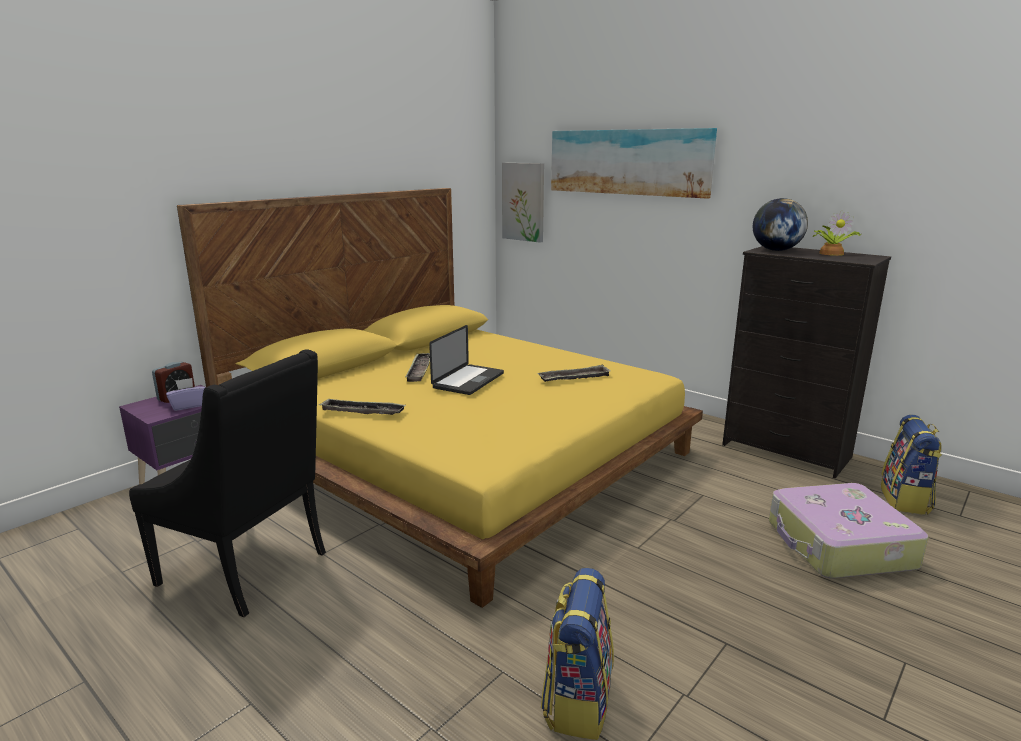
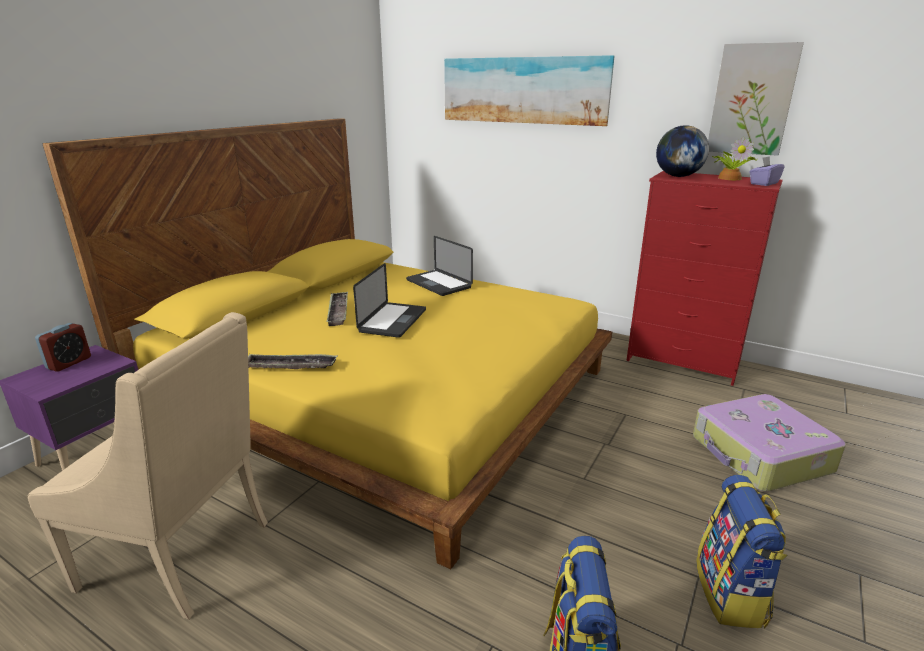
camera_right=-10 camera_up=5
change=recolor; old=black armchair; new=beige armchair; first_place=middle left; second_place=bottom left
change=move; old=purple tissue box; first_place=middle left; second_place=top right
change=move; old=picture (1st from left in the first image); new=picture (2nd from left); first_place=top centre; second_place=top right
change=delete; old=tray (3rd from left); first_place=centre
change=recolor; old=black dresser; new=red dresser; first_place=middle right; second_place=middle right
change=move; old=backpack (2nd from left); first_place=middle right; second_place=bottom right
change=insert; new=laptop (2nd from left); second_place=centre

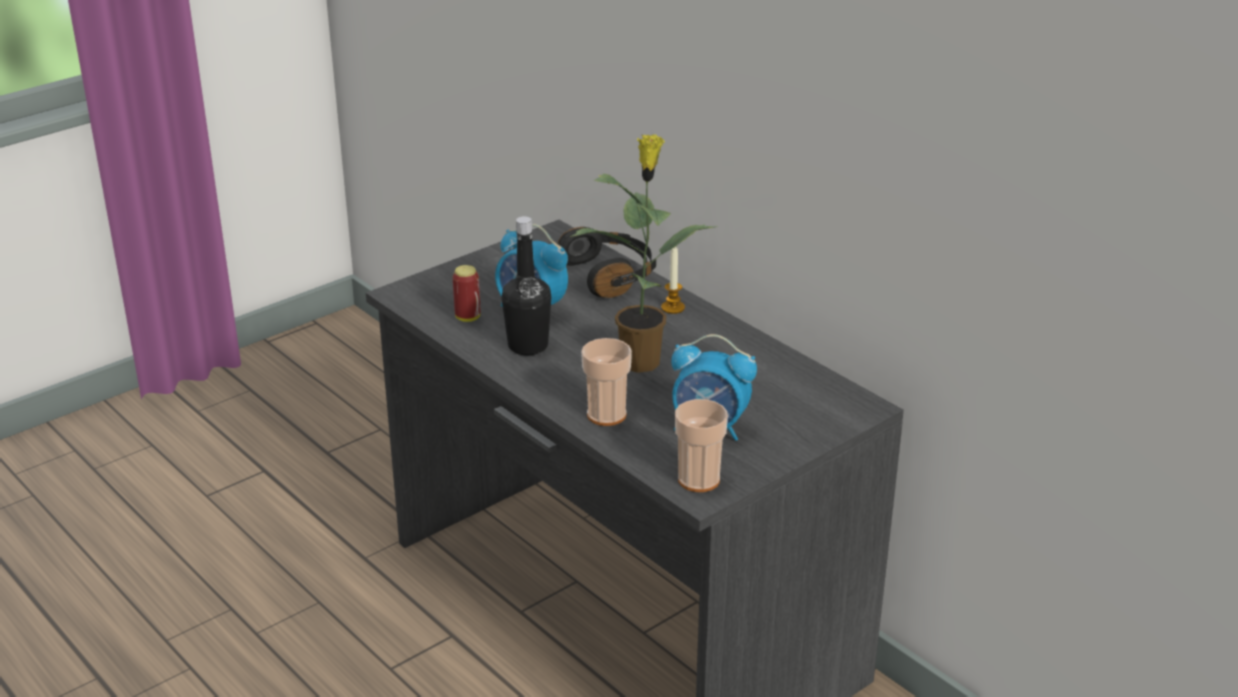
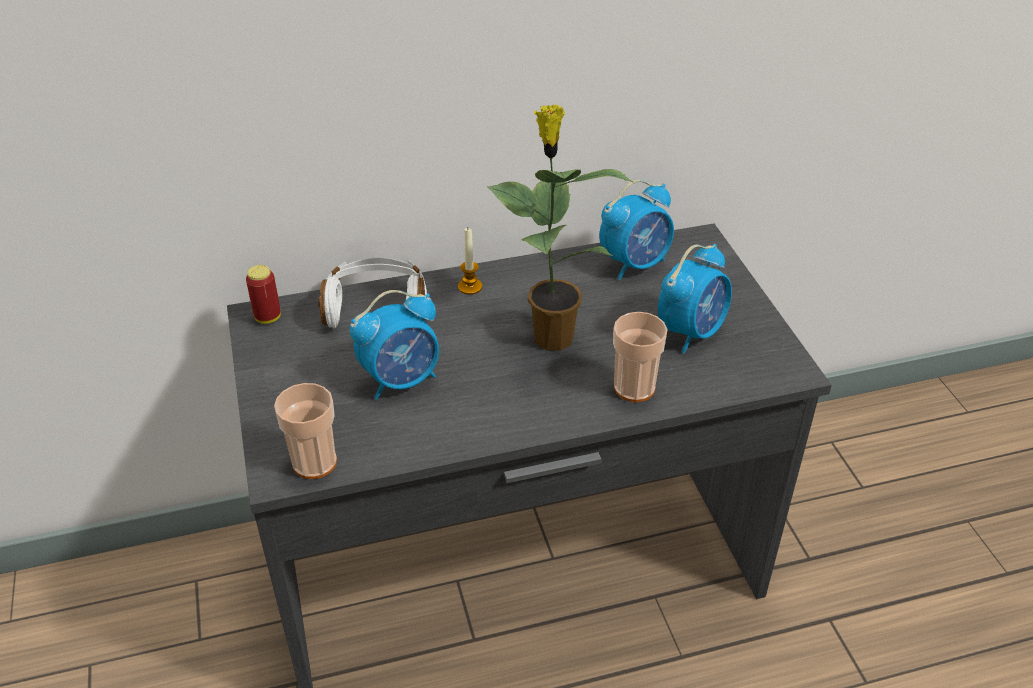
camera_right=-65 camera_up=10
change=move; old=can; first_place=centre; second_place=middle left
change=delete; old=black bottle; first_place=centre
change=recolor; old=black headphones; new=white headphones; first_place=centre; second_place=centre
change=move; old=cup (2nd from left in the first image); new=cup (1st from left); first_place=centre; second_place=middle left
change=insert; new=alarm clock (2nd from left); second_place=centre

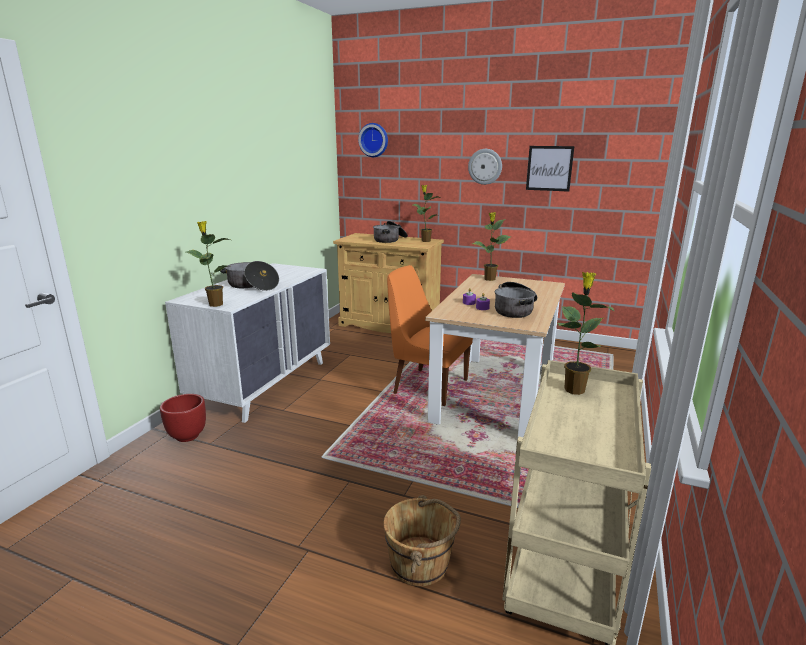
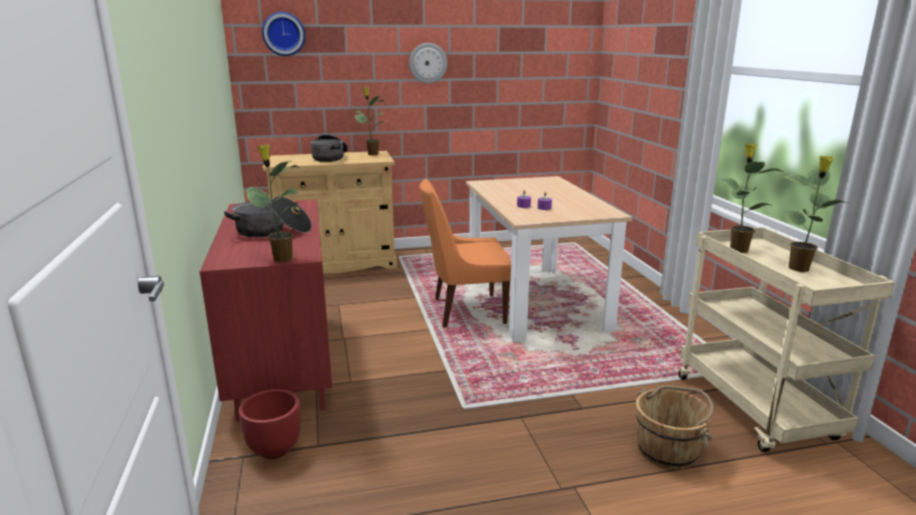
camera_right=-35 camera_up=0
change=recolor; old=white dresser; new=red dresser; first_place=middle left; second_place=middle left
change=move; old=potted plant (3rd from left in the first image); new=potted plant (4th from left); first_place=centre; second_place=middle right
change=delete; old=cooking pot (3rd from left); first_place=centre
change=delete; old=picture; first_place=top right

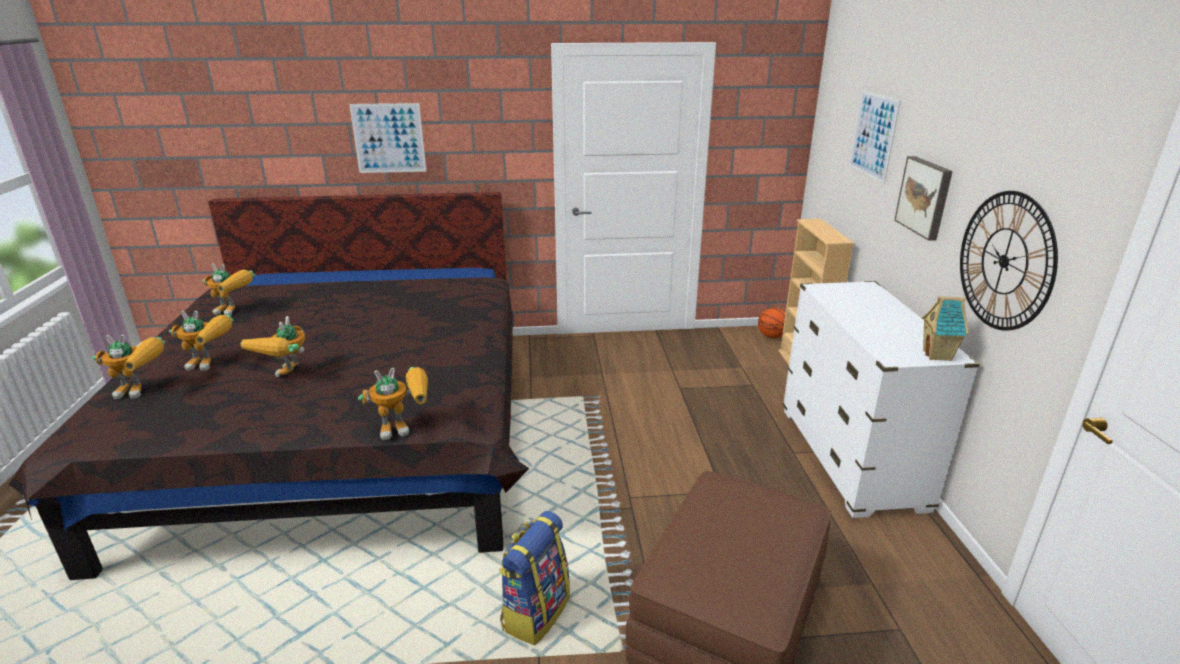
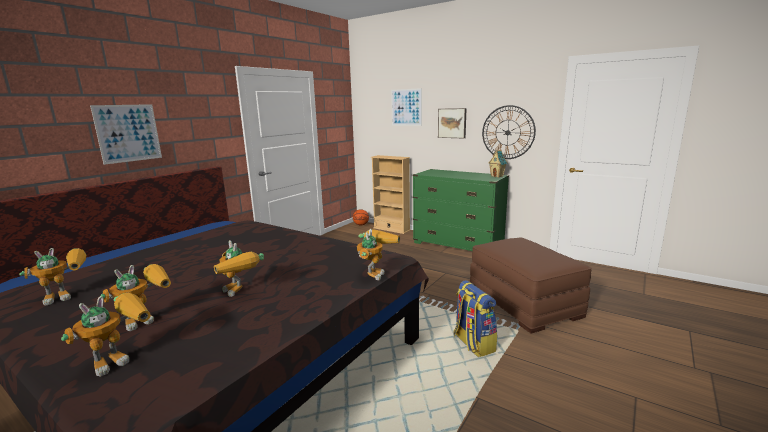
camera_right=-50 camera_up=-10
change=recolor; old=white dresser; new=green dresser; first_place=middle right; second_place=centre

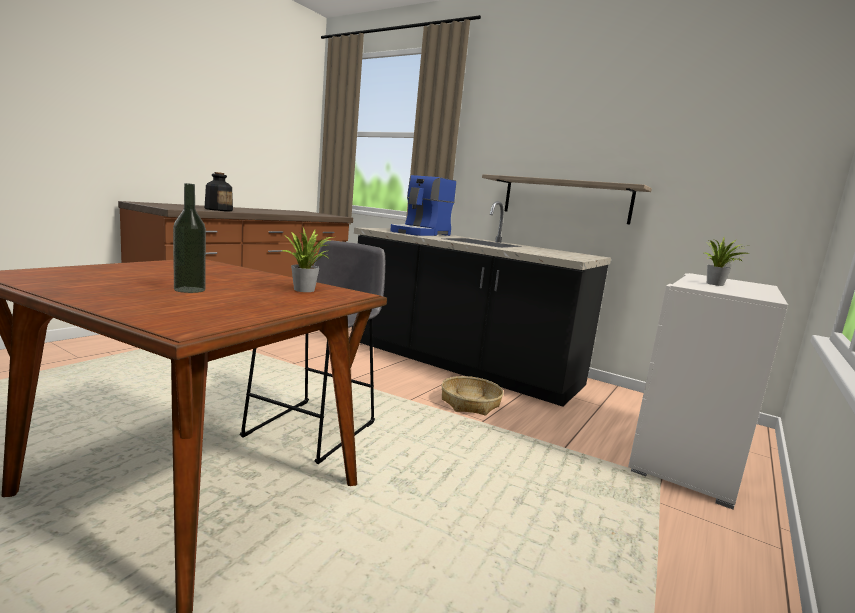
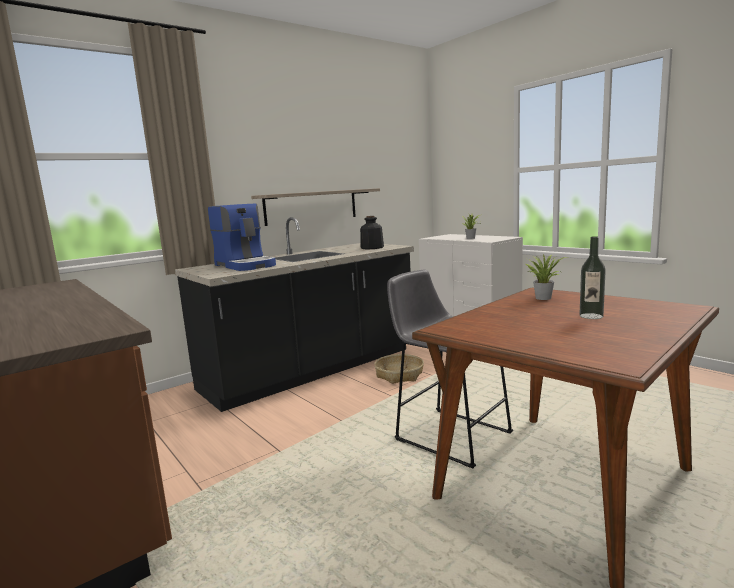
camera_right=-70 camera_up=0
change=move; old=bottle (2nd from left in the first image); new=bottle (1st from left); first_place=top left; second_place=centre

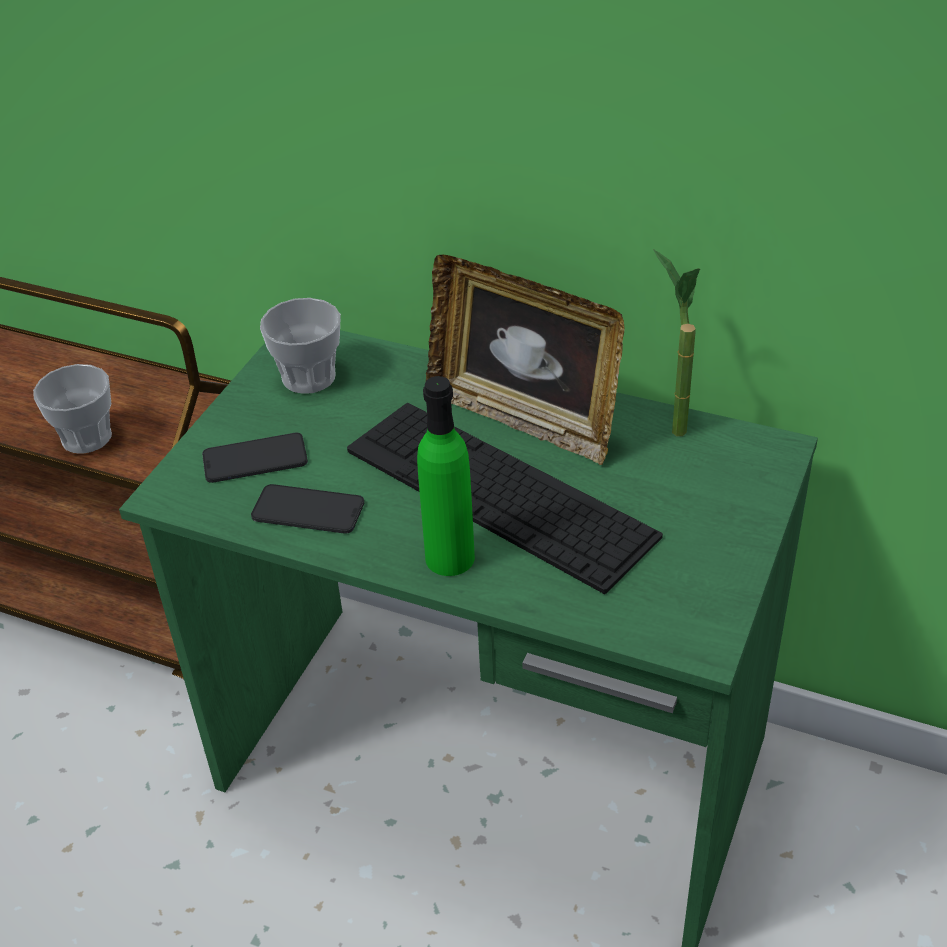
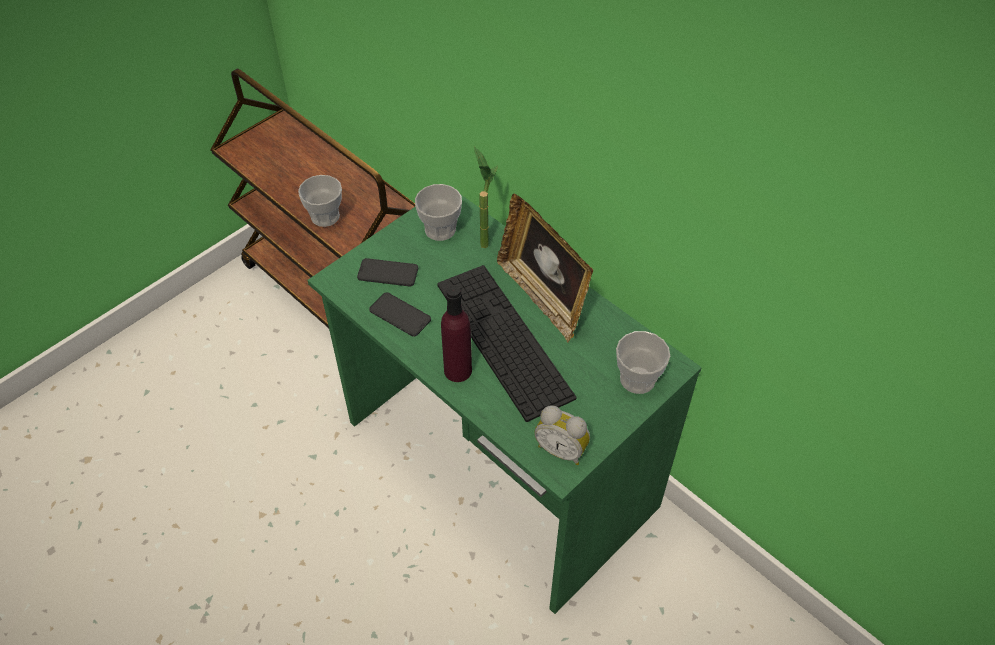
camera_right=20 camera_up=10
change=recolor; old=green bottle; new=purple bottle; first_place=centre; second_place=centre
change=move; old=potted plant; first_place=middle right; second_place=top centre
change=insert; new=alarm clock; second_place=bottom centre
change=insert; new=cup (3rd from left); second_place=centre

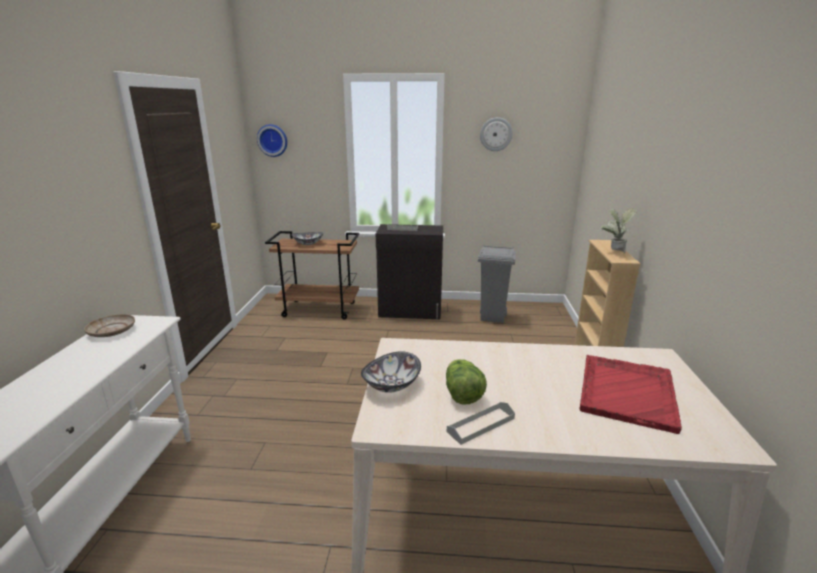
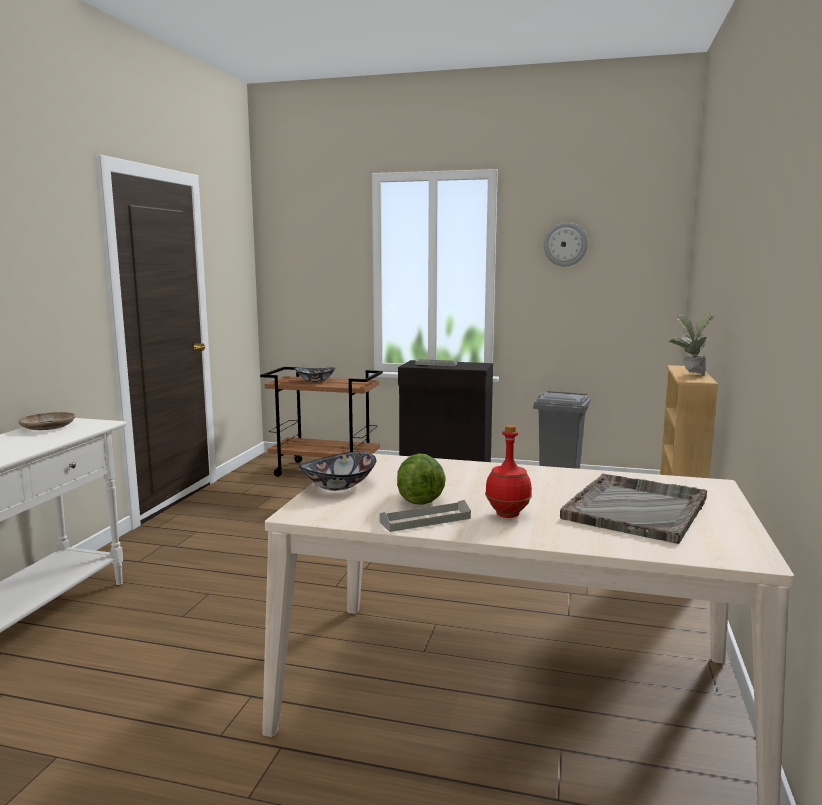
camera_right=10 camera_up=-10
change=delete; old=wall clock (1st from left); first_place=top left
change=recolor; old=red tray; new=grey tray (3rd from left); first_place=bottom right; second_place=middle right
change=insert; new=red bottle; second_place=centre

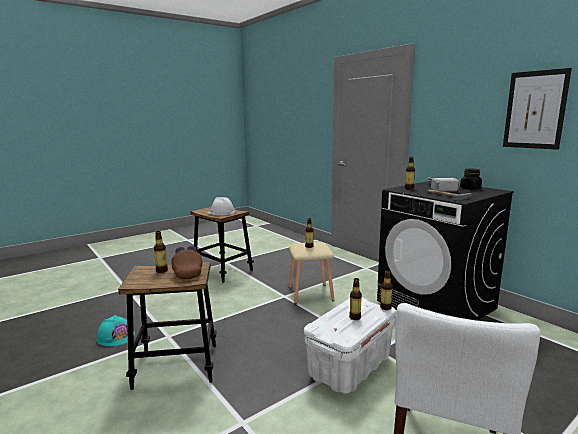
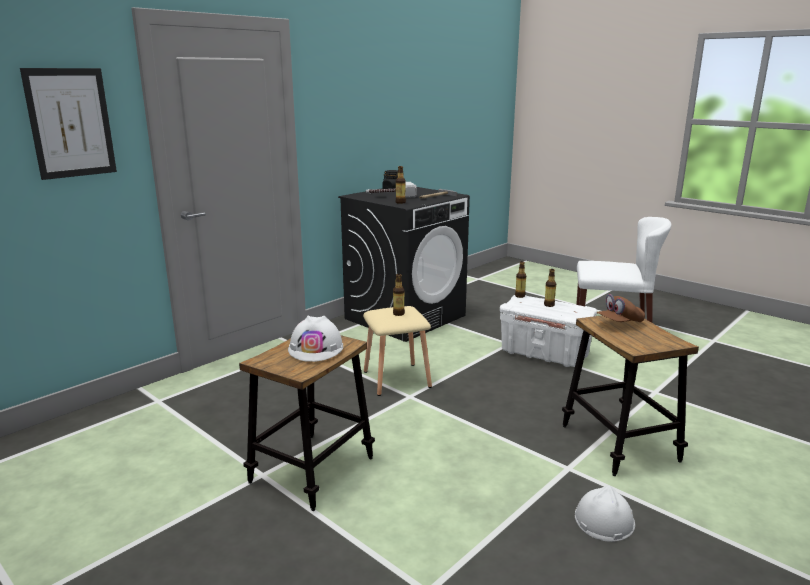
camera_right=-100 camera_up=5
change=recolor; old=turquoise hard hat; new=white hard hat (2nd from left); first_place=bottom left; second_place=bottom right
change=delete; old=bottle (1st from left); first_place=middle left
change=move; old=picture; first_place=top right; second_place=top left

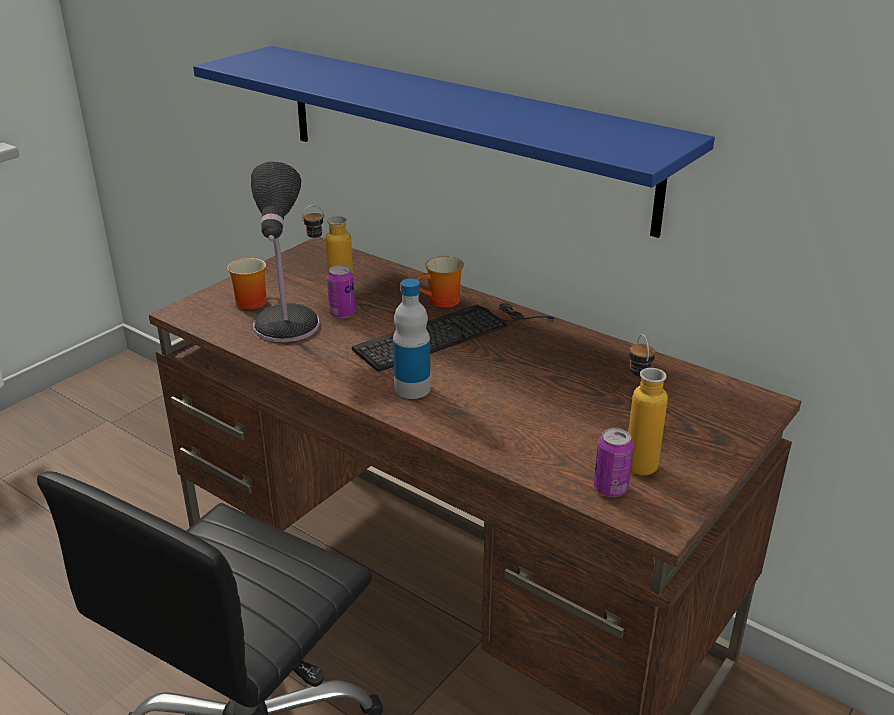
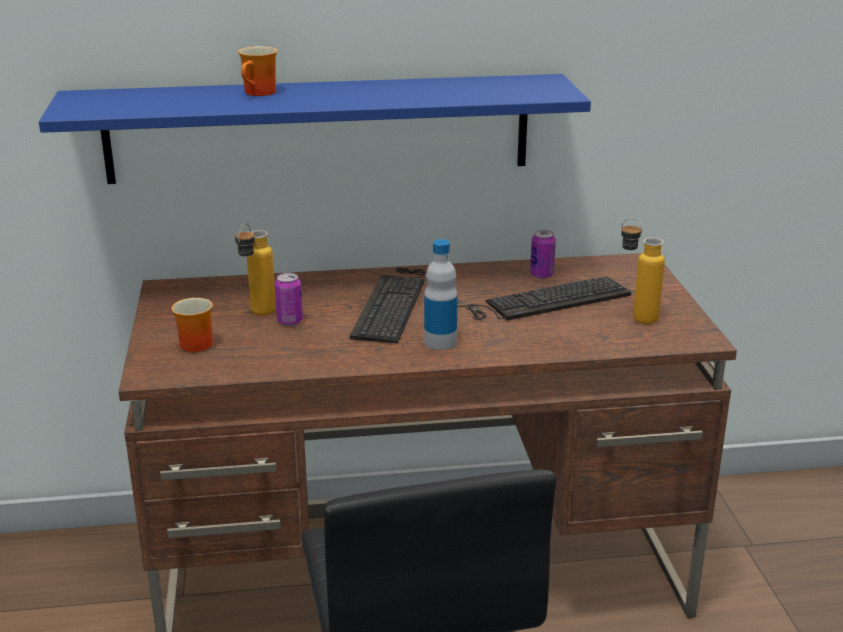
camera_right=-45 camera_up=-5
change=delete; old=table lamp; first_place=middle left
change=move; old=mug (2nd from left); first_place=centre; second_place=top left
change=move; old=can (2nd from left); first_place=middle right; second_place=centre
change=insert; new=keyboard (2nd from left); second_place=centre

